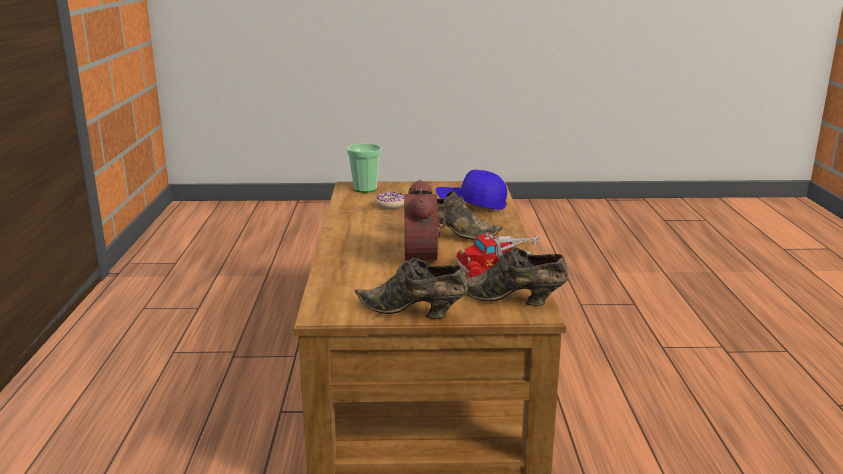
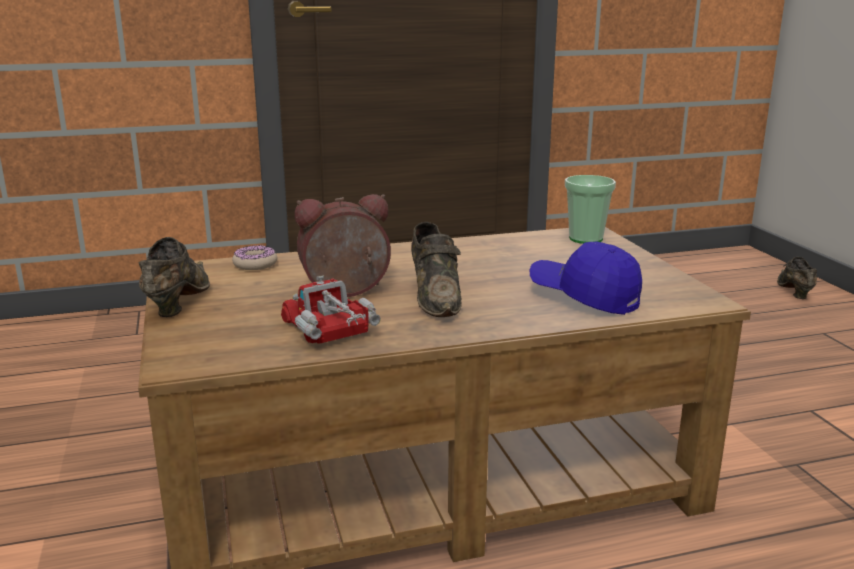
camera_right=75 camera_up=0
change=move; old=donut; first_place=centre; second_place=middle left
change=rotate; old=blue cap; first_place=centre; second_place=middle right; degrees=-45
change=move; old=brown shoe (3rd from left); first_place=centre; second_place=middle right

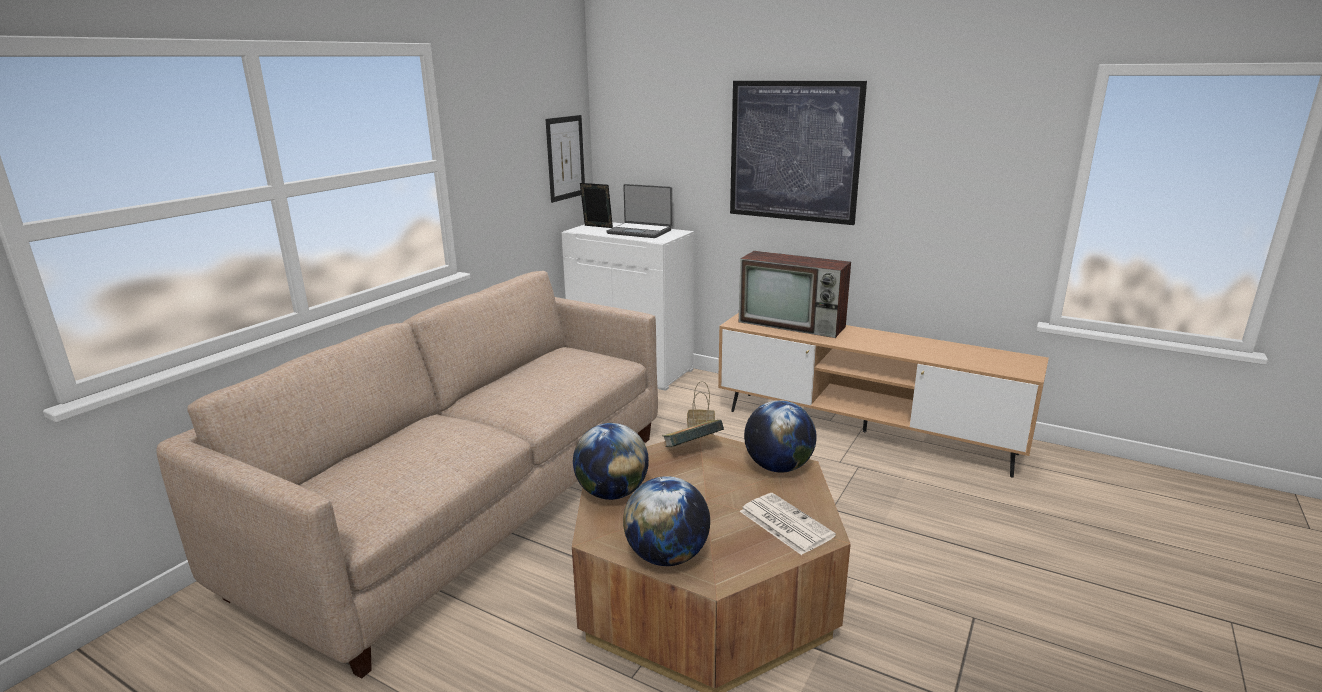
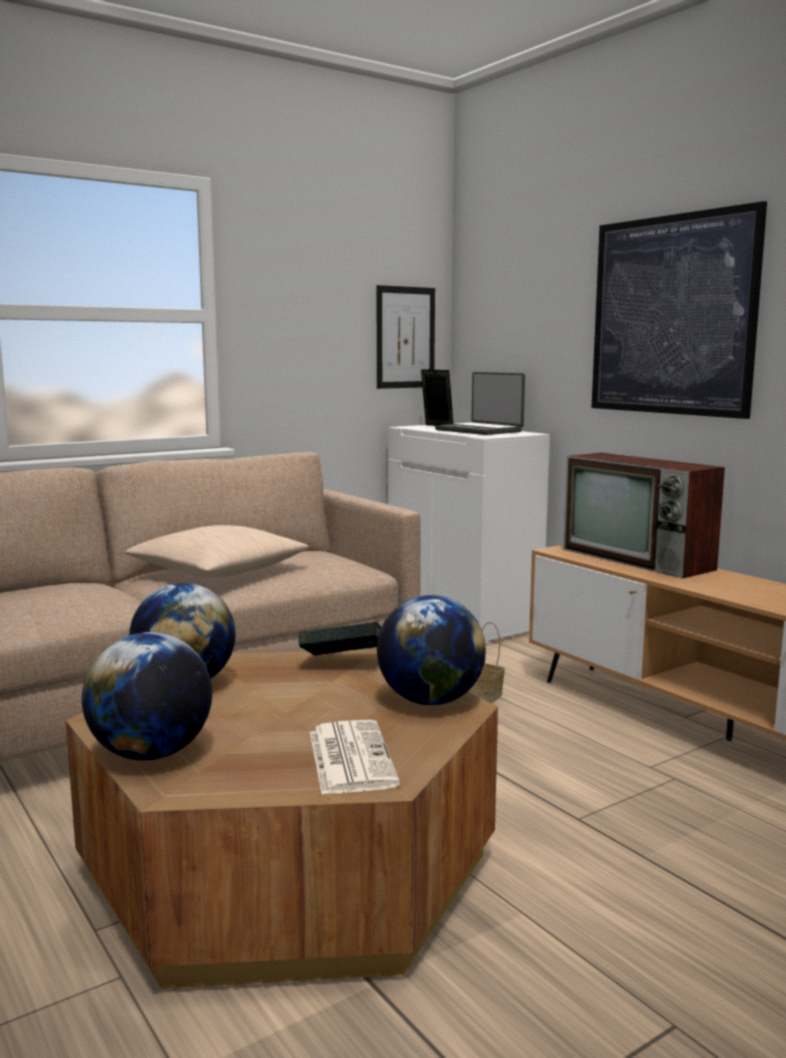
camera_right=25 camera_up=-10
change=insert; new=beige pillow; second_place=middle left

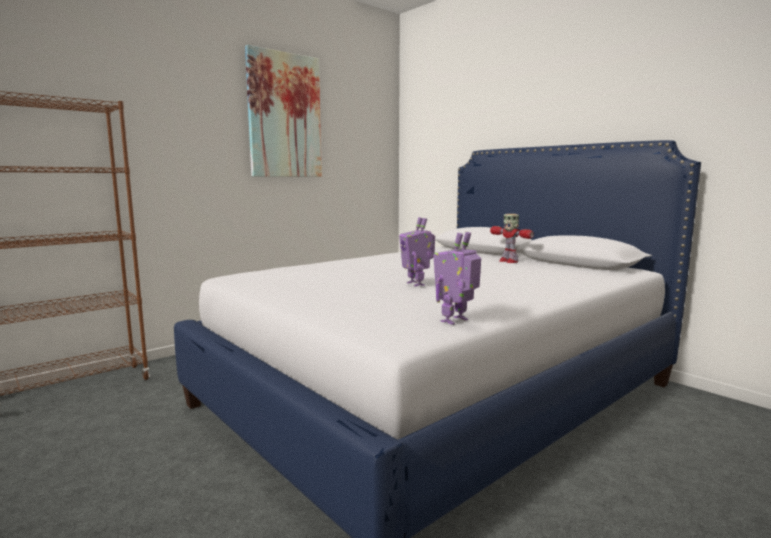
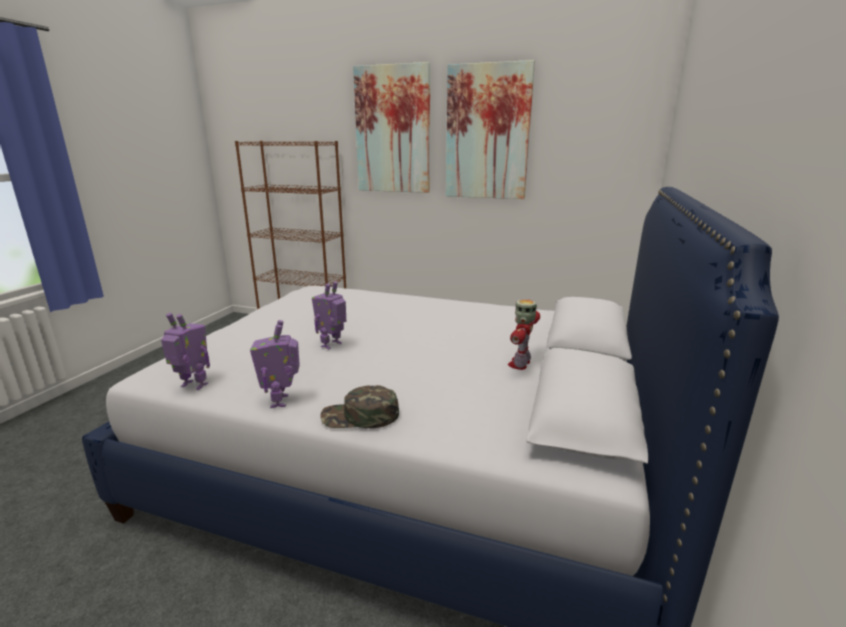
camera_right=60 camera_up=10
change=insert; new=toy robot (2nd from left); second_place=middle left
change=insert; new=green cap; second_place=centre
change=insert; new=picture (1st from left); second_place=top centre

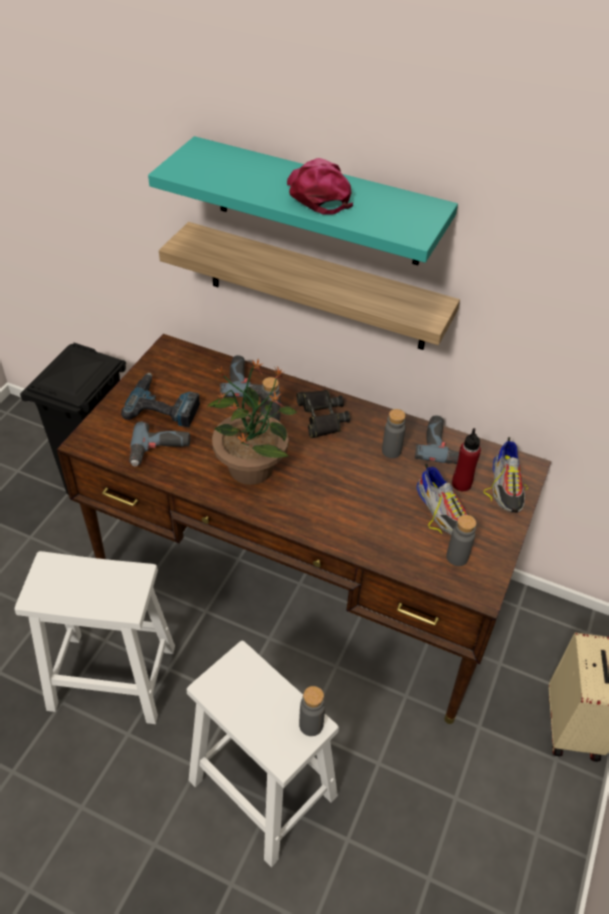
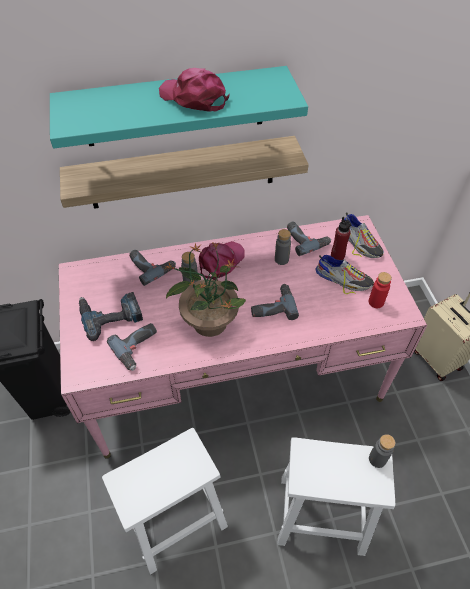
camera_right=-35 camera_up=5
change=recolor; old=brown desk; new=pink desk; first_place=centre; second_place=centre
change=replace; old=black binoculars; new=pink cap (2nd from left); first_place=centre; second_place=centre
change=recolor; old=grey bottle (4th from left); new=red bottle (2nd from left); first_place=middle right; second_place=middle right
change=insert; new=power drill (4th from left); second_place=centre

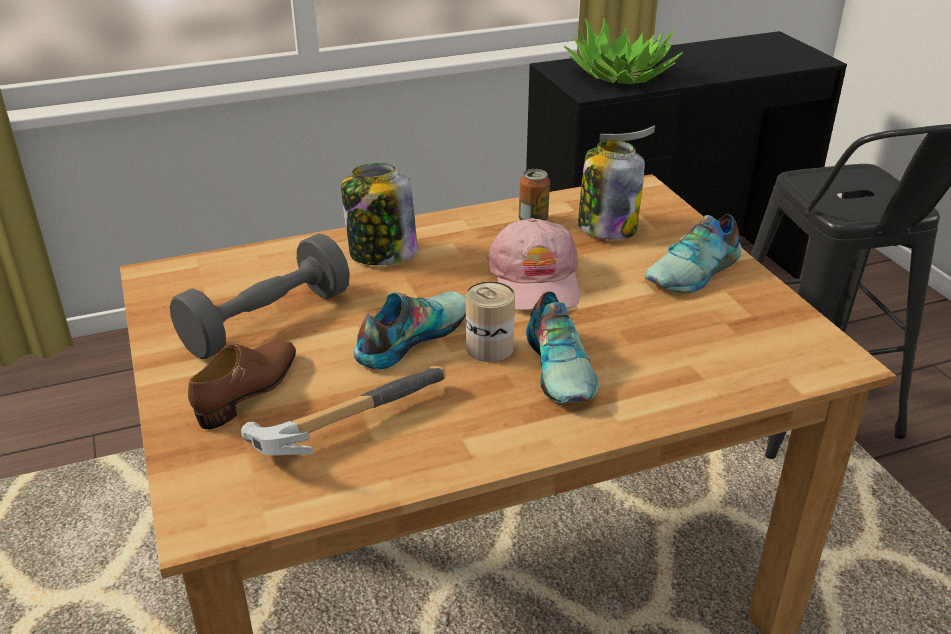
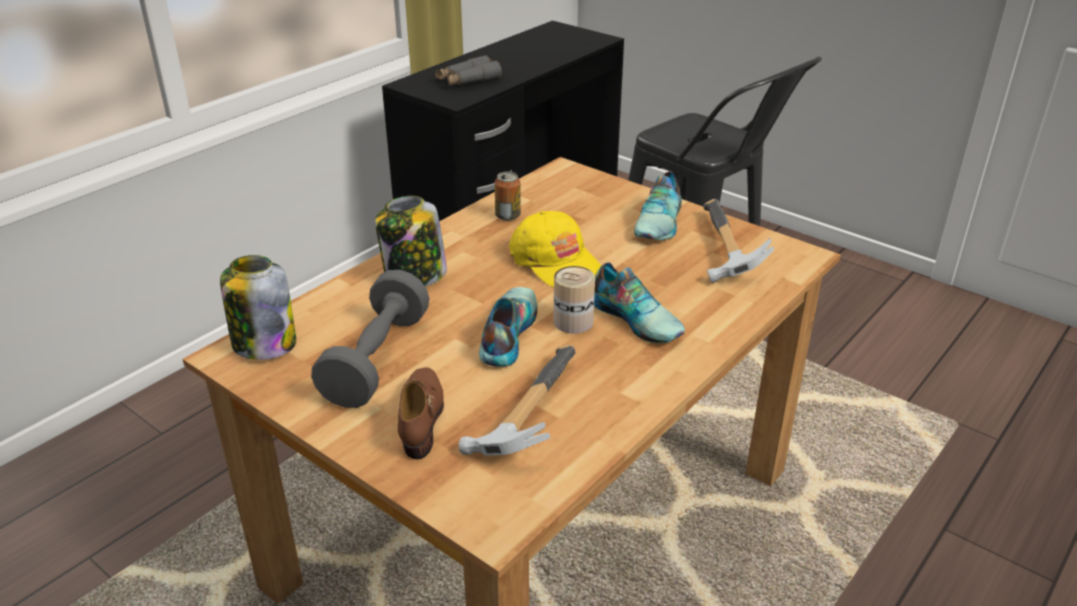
camera_right=-30 camera_up=0
change=recolor; old=pink cap; new=yellow cap; first_place=centre; second_place=centre
change=replace; old=potted plant; new=grey binoculars; first_place=top centre; second_place=top centre
change=move; old=jar (2nd from left in the first image); new=jar (1st from left); first_place=top centre; second_place=middle left
change=insert; new=hammer (2nd from left); second_place=middle right

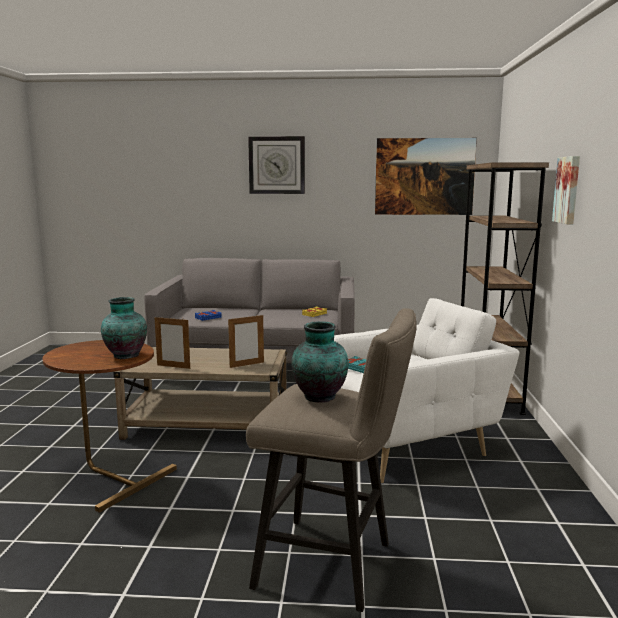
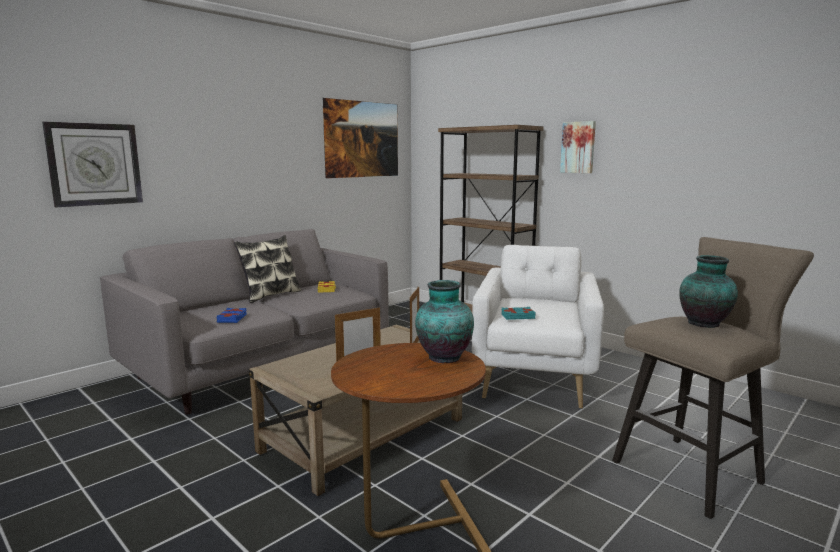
camera_right=-50 camera_up=0
change=move; old=wall clock; first_place=top centre; second_place=top left
change=insert; new=pillow; second_place=middle left

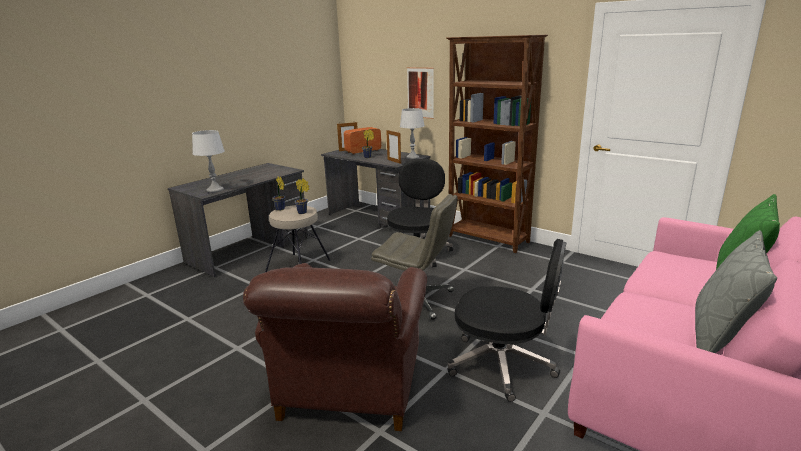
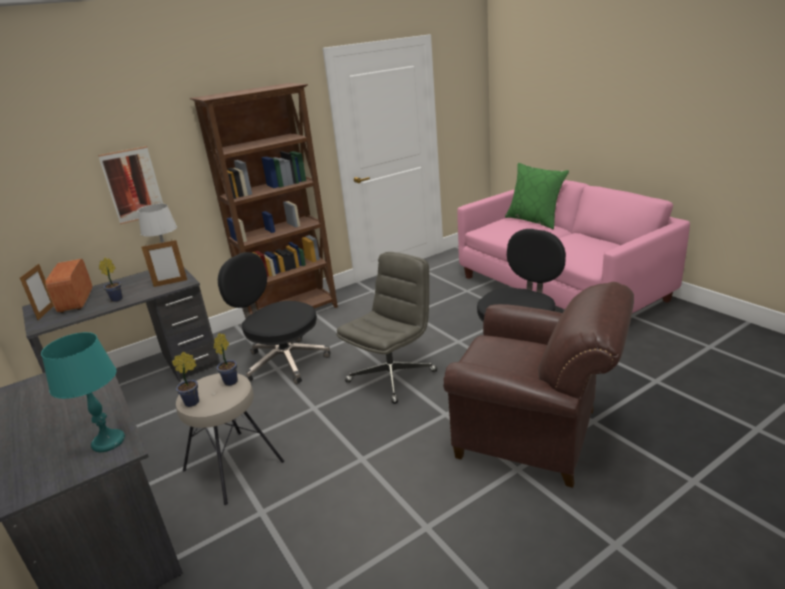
camera_right=-70 camera_up=5
change=recolor; old=grey table lamp (1st from left); new=turquoise table lamp; first_place=middle left; second_place=middle left
change=delete; old=grey pillow; first_place=middle right

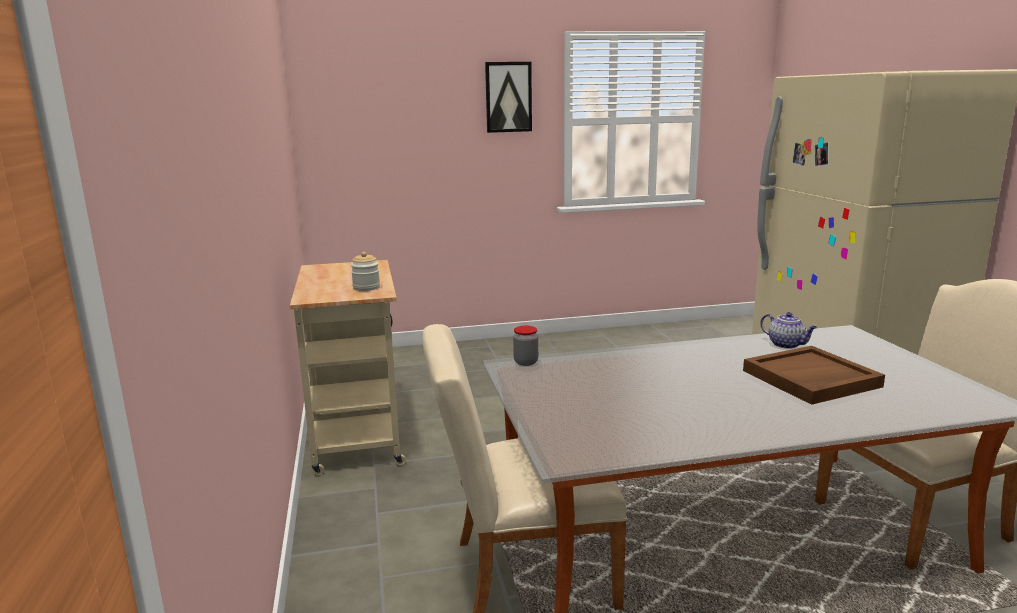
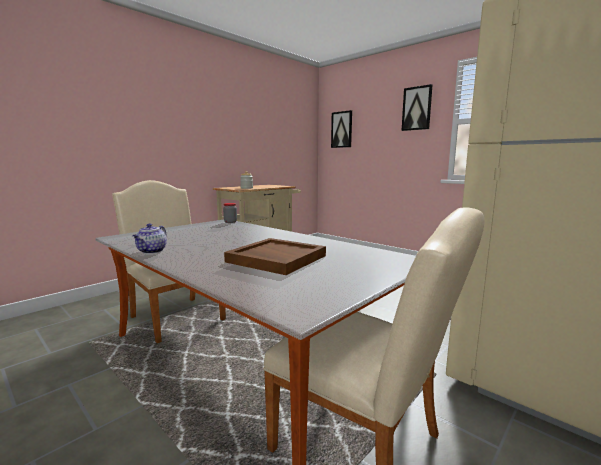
camera_right=55 camera_up=-5
change=move; old=teapot; first_place=middle right; second_place=middle left
change=insert; new=picture (1st from left); second_place=top centre

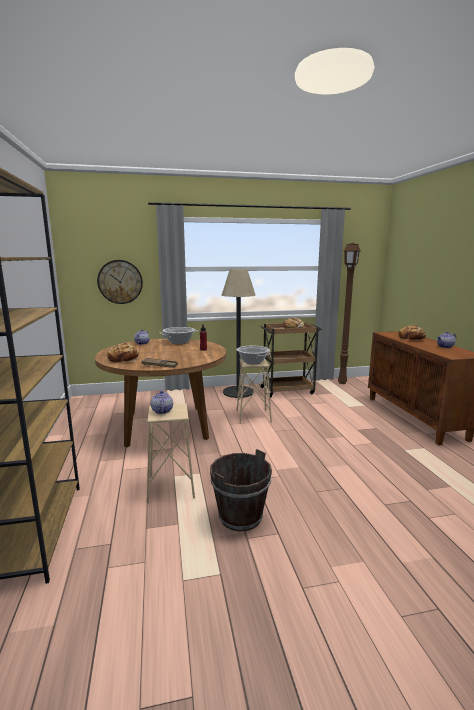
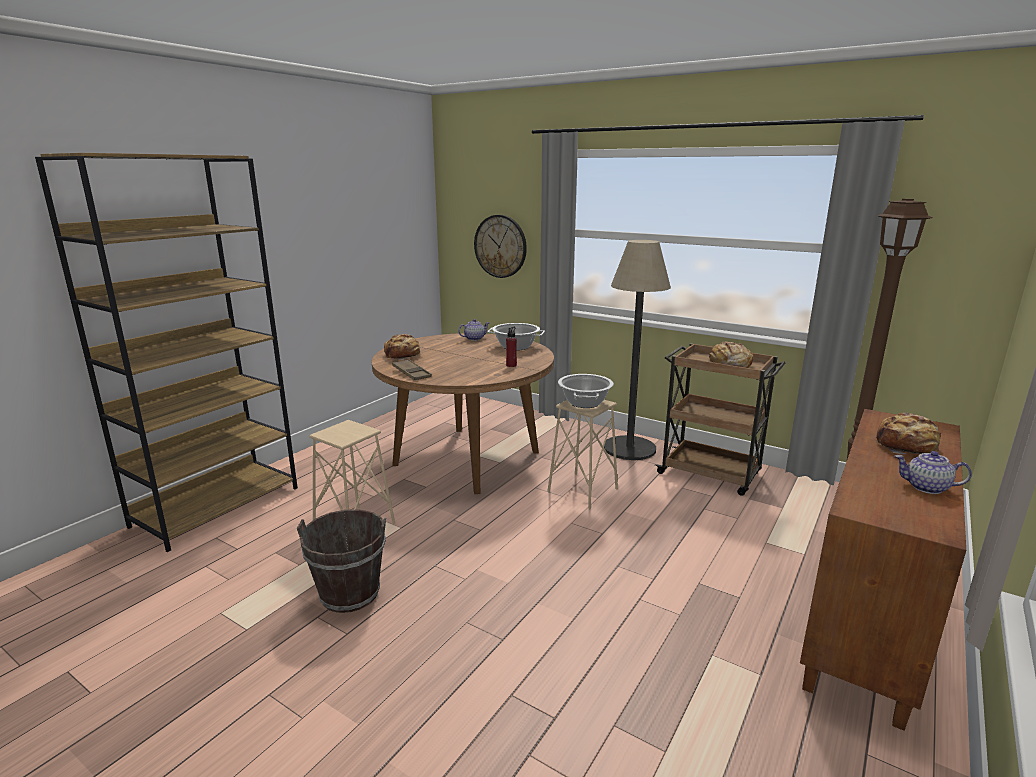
camera_right=45 camera_up=5
change=delete; old=teapot (2nd from left); first_place=centre

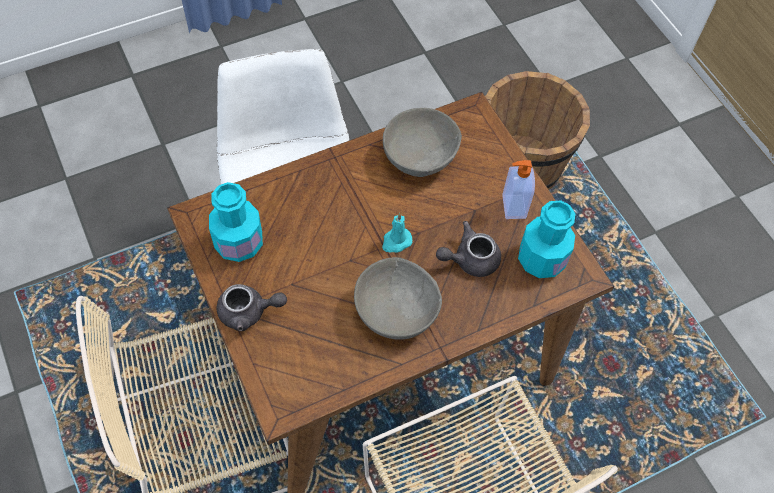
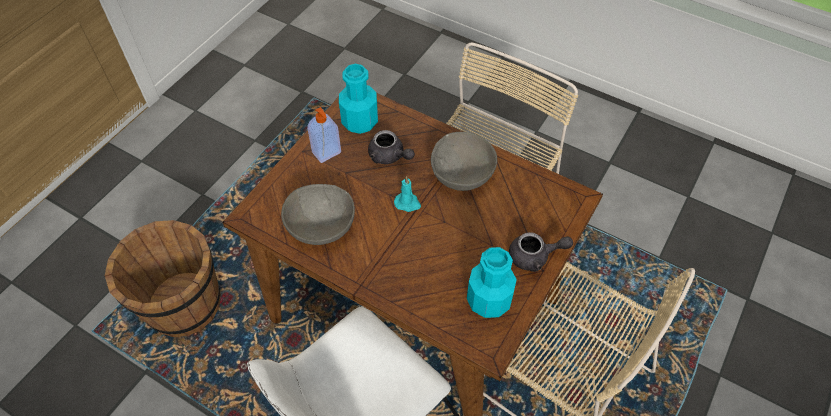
camera_right=-120 camera_up=-5
change=rotate; old=grey teapot (1st from left in the first image); first_place=middle left; second_place=centre; degrees=120

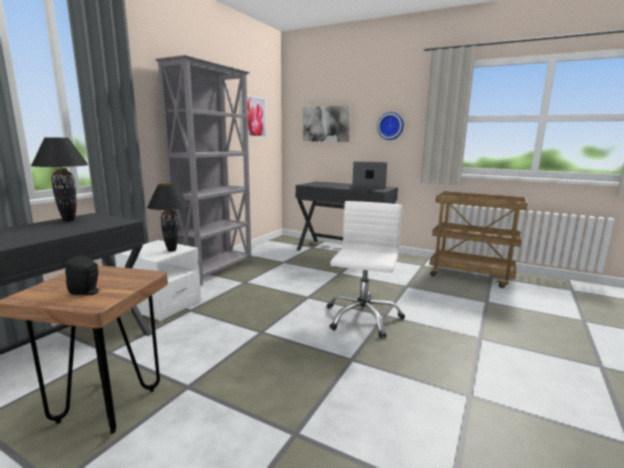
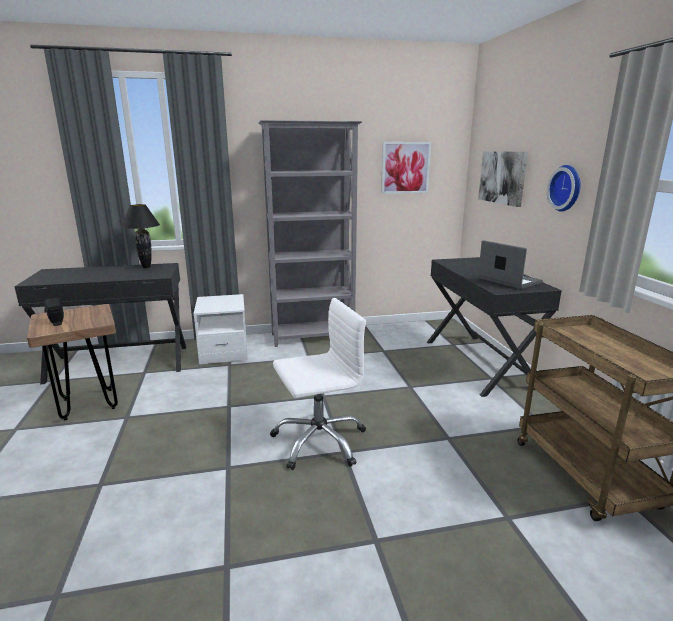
camera_right=50 camera_up=5
change=delete; old=black table lamp (2nd from left); first_place=middle left

